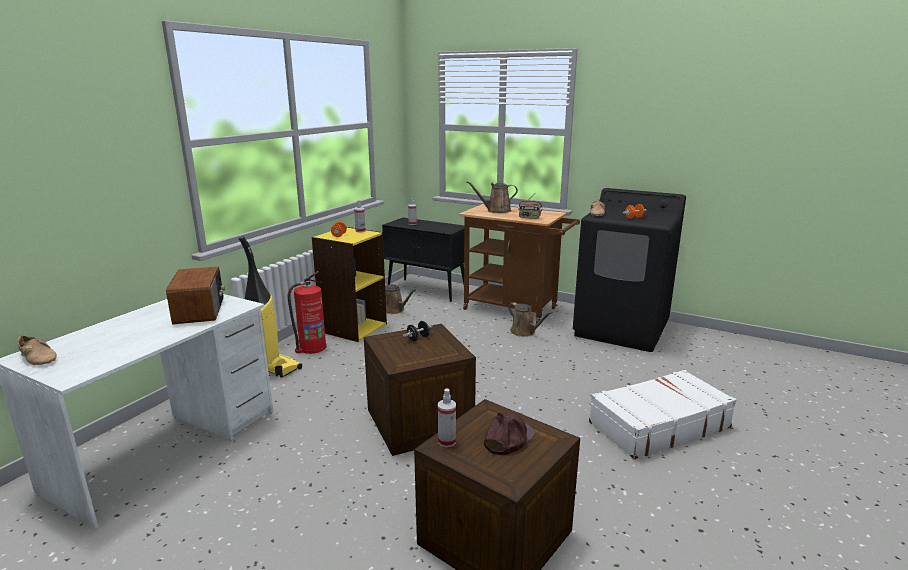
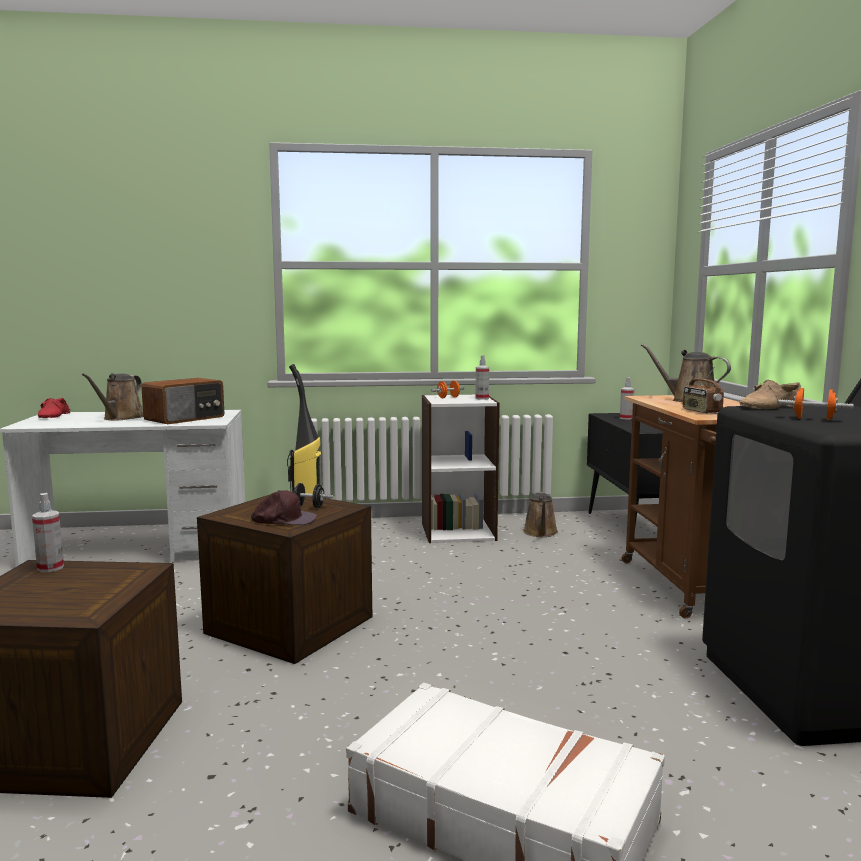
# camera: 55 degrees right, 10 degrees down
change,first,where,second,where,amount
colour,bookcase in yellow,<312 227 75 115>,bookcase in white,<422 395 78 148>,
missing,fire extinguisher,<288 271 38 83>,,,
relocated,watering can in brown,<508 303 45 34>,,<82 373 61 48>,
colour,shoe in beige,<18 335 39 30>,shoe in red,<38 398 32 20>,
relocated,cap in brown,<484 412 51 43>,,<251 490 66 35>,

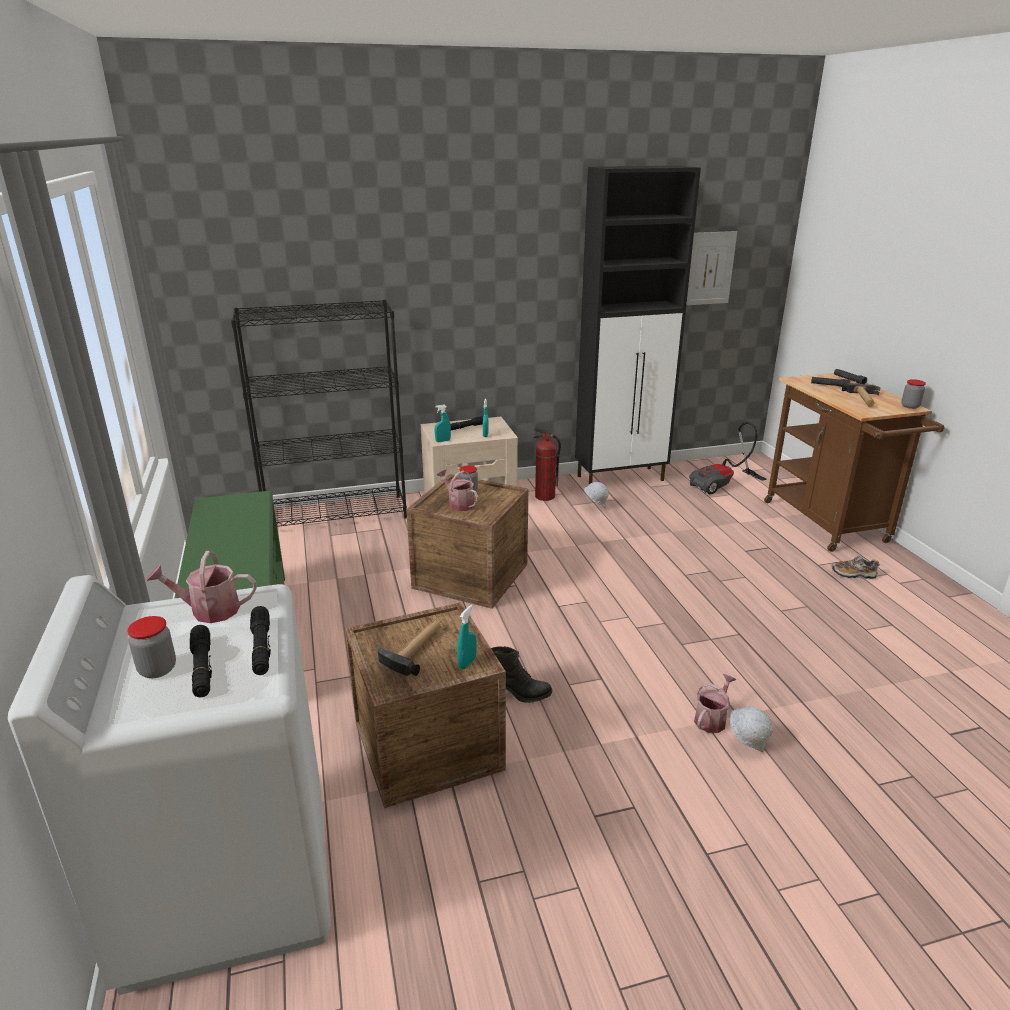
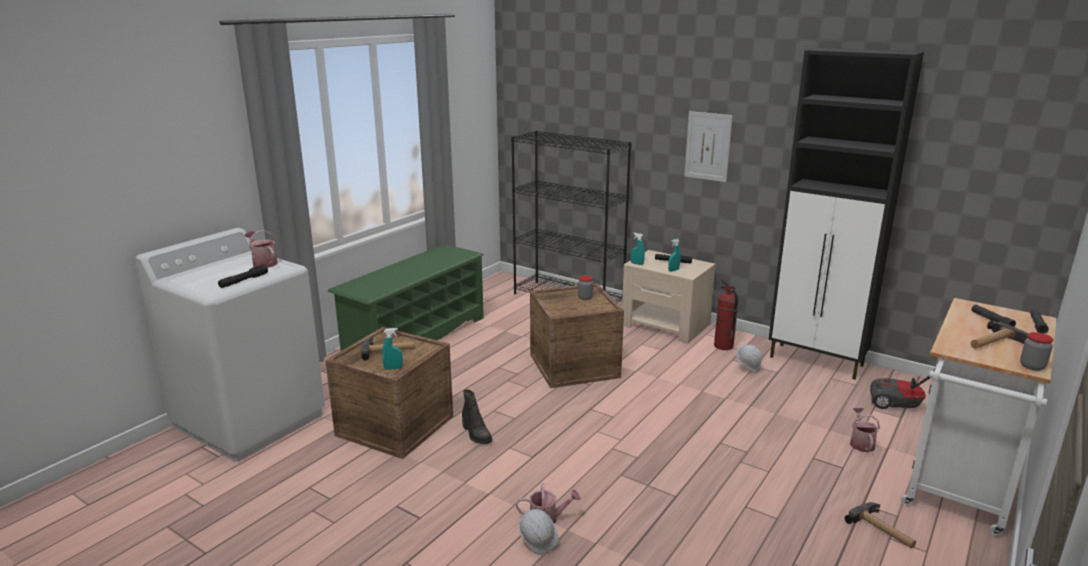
# camera: 50 degrees right, 5 degrees down
change,first,where,second,where,amount
relocated,picture,<686 231 51 74>,,<684 111 49 71>,
colour,cart in brown,<764 373 181 179>,cart in white,<901 298 156 238>,
relocated,watering can,<437 470 41 41>,,<850 408 30 44>,
exchanged,shoe,<831 556 49 23>,hammer,<845 502 71 46>,
missing,jar,<127 616 49 62>,,,
missing,flashlight in black,<190 625 22 73>,,,

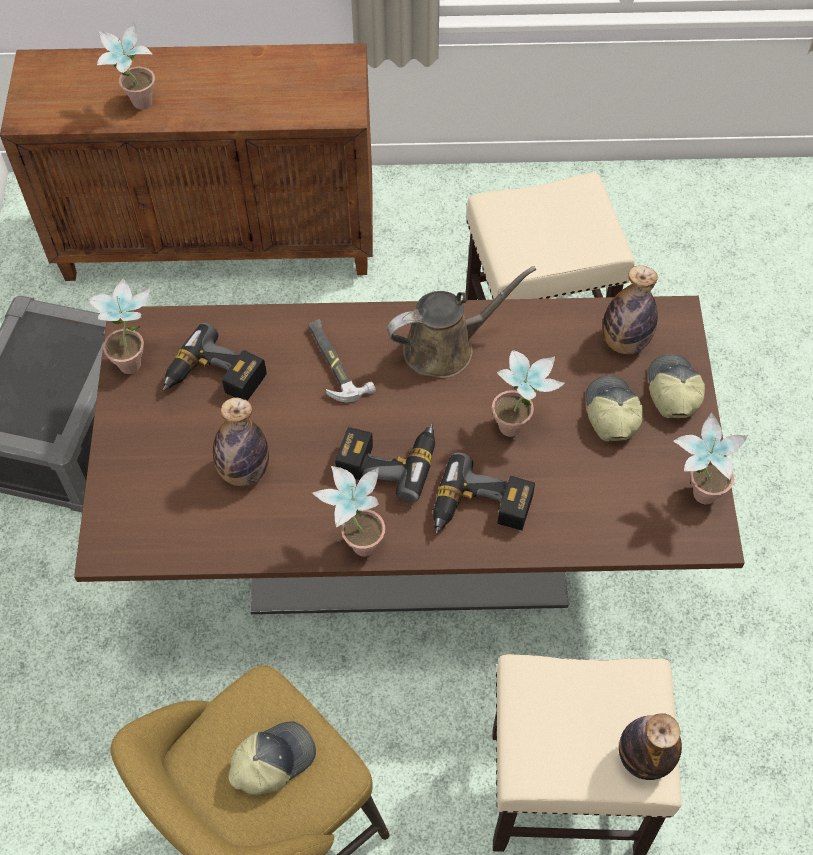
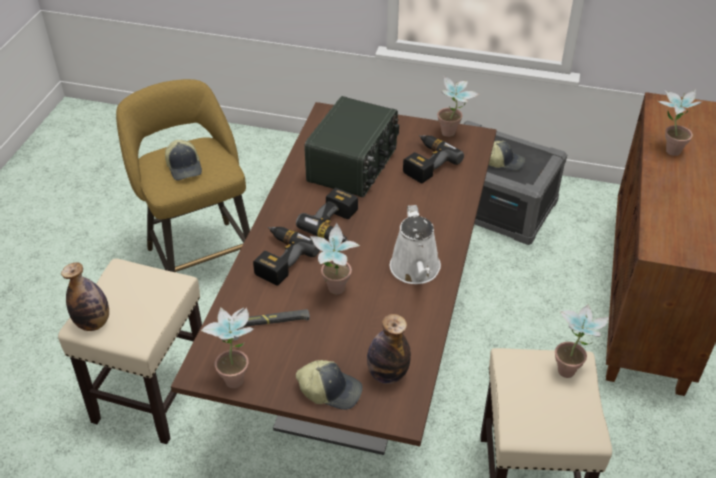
# camera: 105 degrees right, 15 degrees down
change,first,where,second,where,amount
colour,watering can in brown,<387 266 149 112>,watering can in white,<390 205 51 79>,
relocated,hammer,<309 320 67 82>,,<231 308 79 32>,
relocated,cap,<586 376 57 66>,,<489 141 36 30>,
exchanged,bottle,<213 398 56 88>,radio,<304 96 95 101>,
relocated,potted plant,<312 466 73 91>,,<555 303 54 75>,

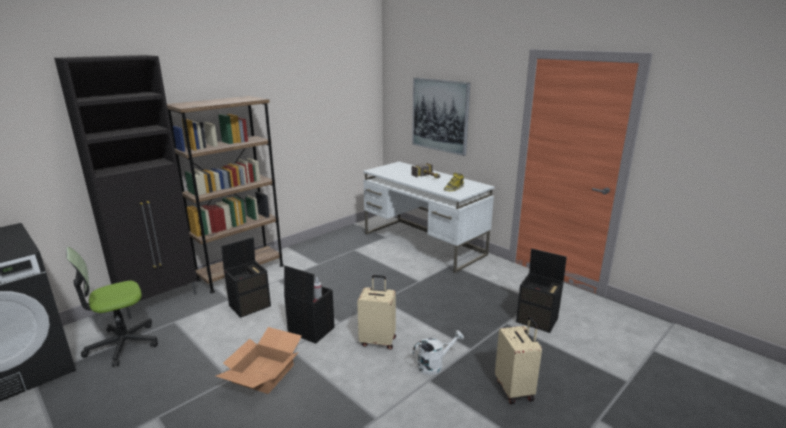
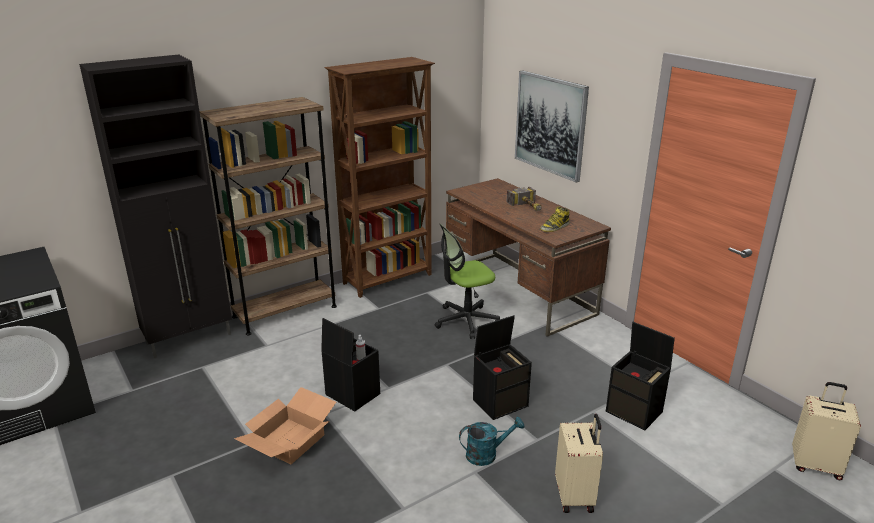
# camera: 10 degrees right, 5 degrees up
change,first,where,second,where,amount
colour,desk in white,<363 162 132 111>,desk in brown,<446 178 165 159>,
relocated,storage box in black,<221 237 50 81>,,<473 315 59 105>,
relocated,office chair,<66 247 92 120>,,<435 224 65 115>,
relocated,suitcase in beige,<357 275 39 75>,,<792 382 69 98>,
colour,watering can in white,<413 330 51 45>,watering can in turquoise,<459 417 65 49>,
appeared,,,bookcase in brown,<325 57 110 241>,

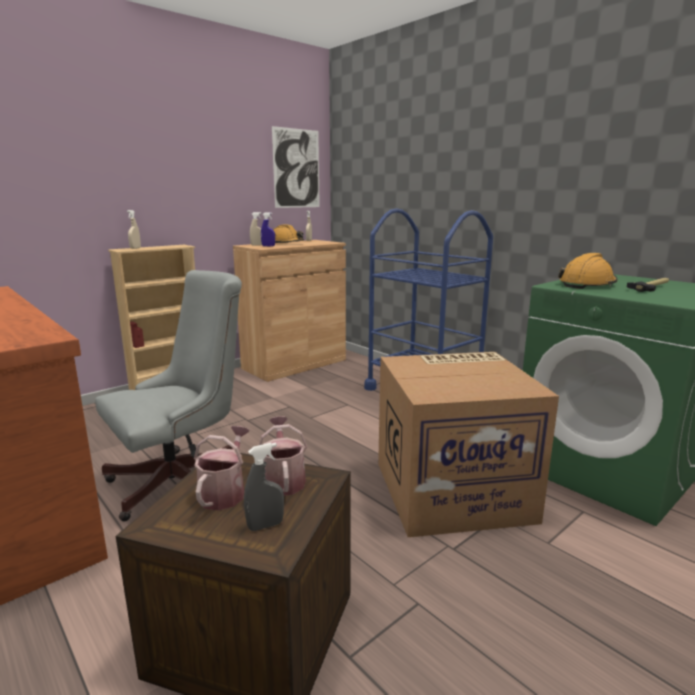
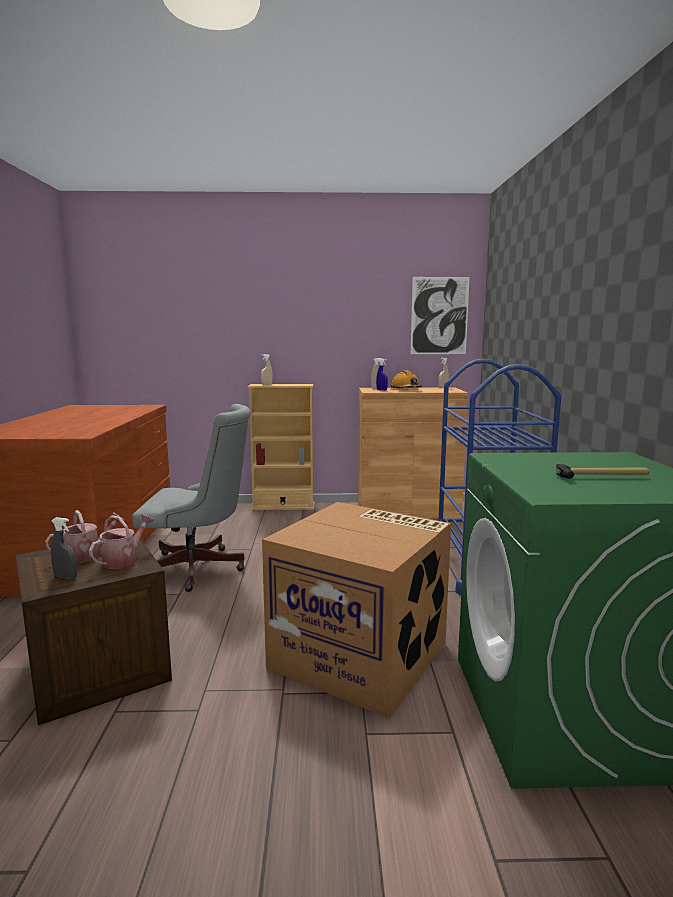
# camera: 40 degrees right, 5 degrees down
change,first,where,second,where,amount
missing,hard hat in orange,<558 253 59 36>,,,

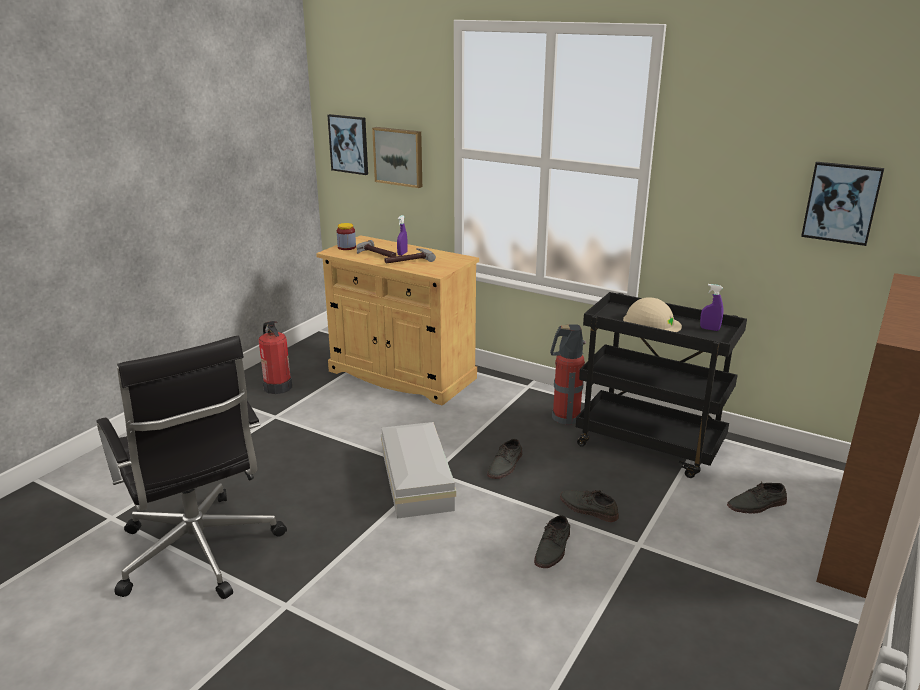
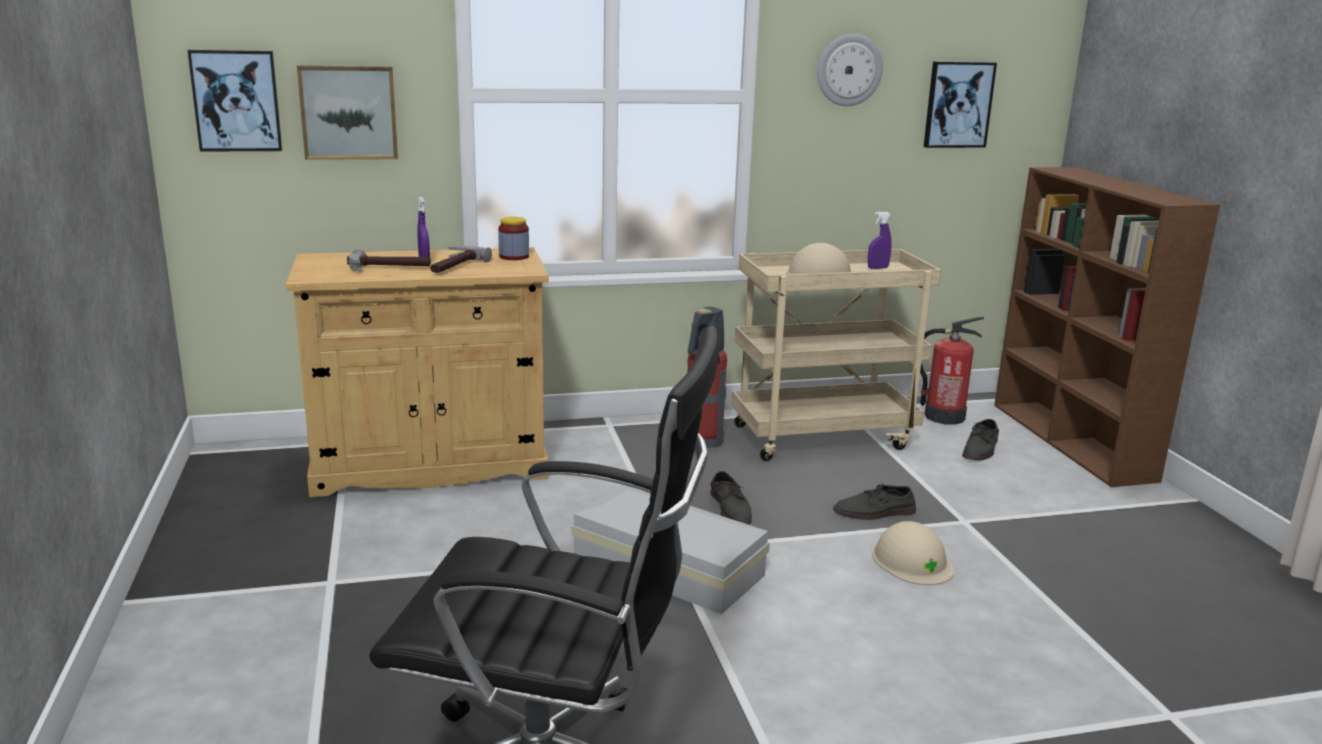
# camera: 45 degrees left, 5 degrees down
change,first,where,second,where,amount
relocated,jar,<337 223 19 27>,,<498 217 31 43>,
colour,cart in black,<576 292 171 186>,cart in beige,<731 249 210 212>,
relocated,fire extinguisher,<259 321 33 73>,,<920 317 64 108>,
exchanged,shoe in grey,<534 515 36 53>,hard hat in beige,<872 521 82 64>,
appeared,,,wall clock,<817 34 66 72>,

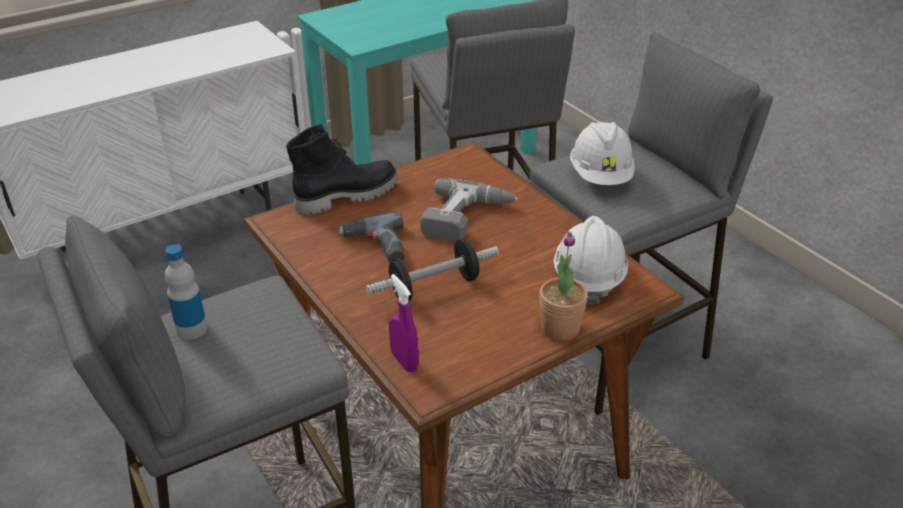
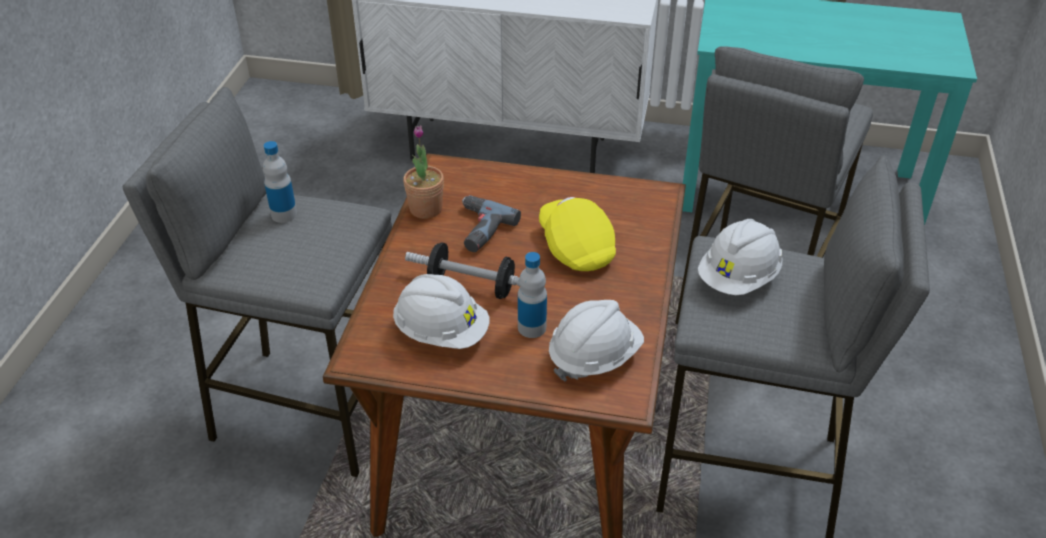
# camera: 45 degrees right, 5 degrees up
change,first,where,second,where,amount
missing,boot in black,<286 124 113 92>,,,
exchanged,power drill,<420 178 98 63>,cap in yellow,<539 197 77 74>,
relocated,potted plant,<539 232 49 109>,,<403 125 41 94>,
missing,spray bottle in purple,<389 274 30 98>,,,
appeared,,,bottle,<518 252 29 86>,
appeared,,,hard hat in white,<393 274 97 75>,

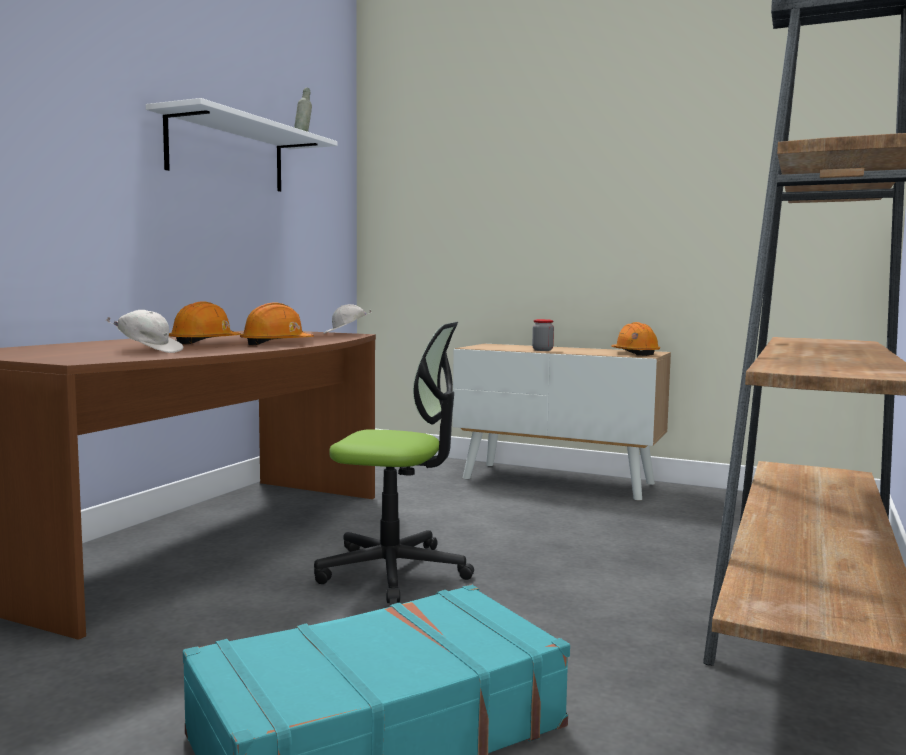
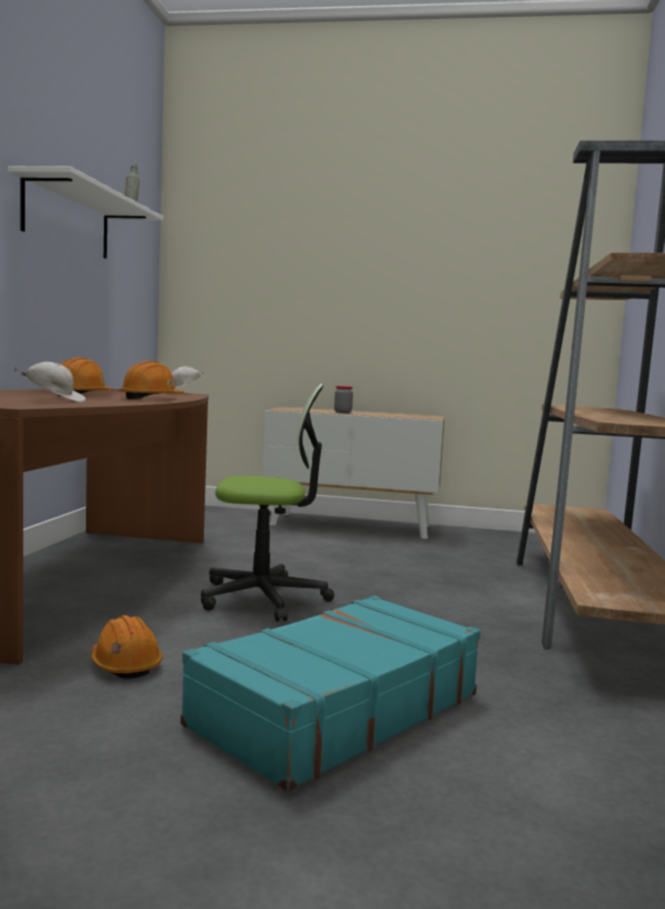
# camera: 15 degrees left, 0 degrees up
change,first,where,second,where,amount
relocated,hard hat in orange,<611 322 49 34>,,<91 615 72 64>,

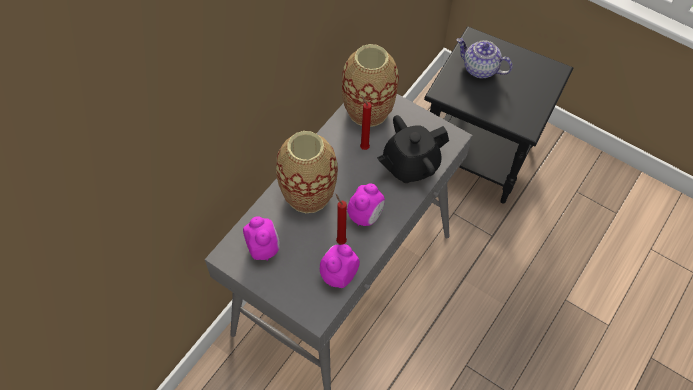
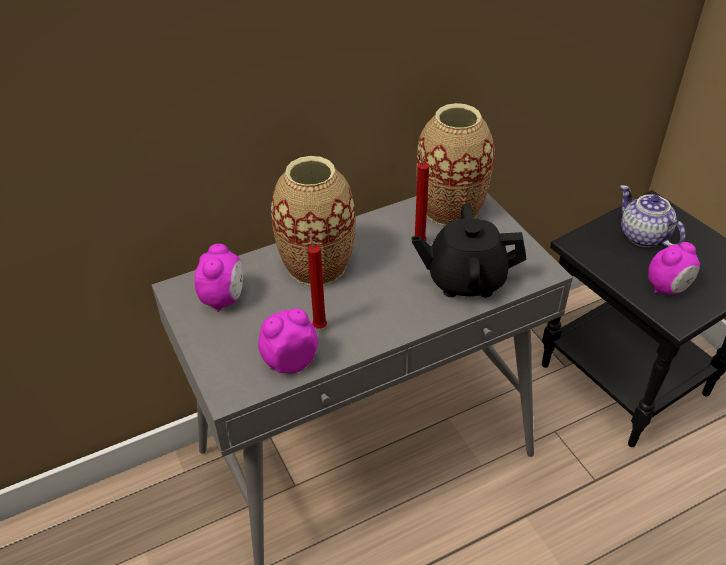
# camera: 30 degrees right, 15 degrees down
change,first,where,second,where,amount
relocated,alarm clock,<347 183 38 43>,,<648 242 52 52>,

